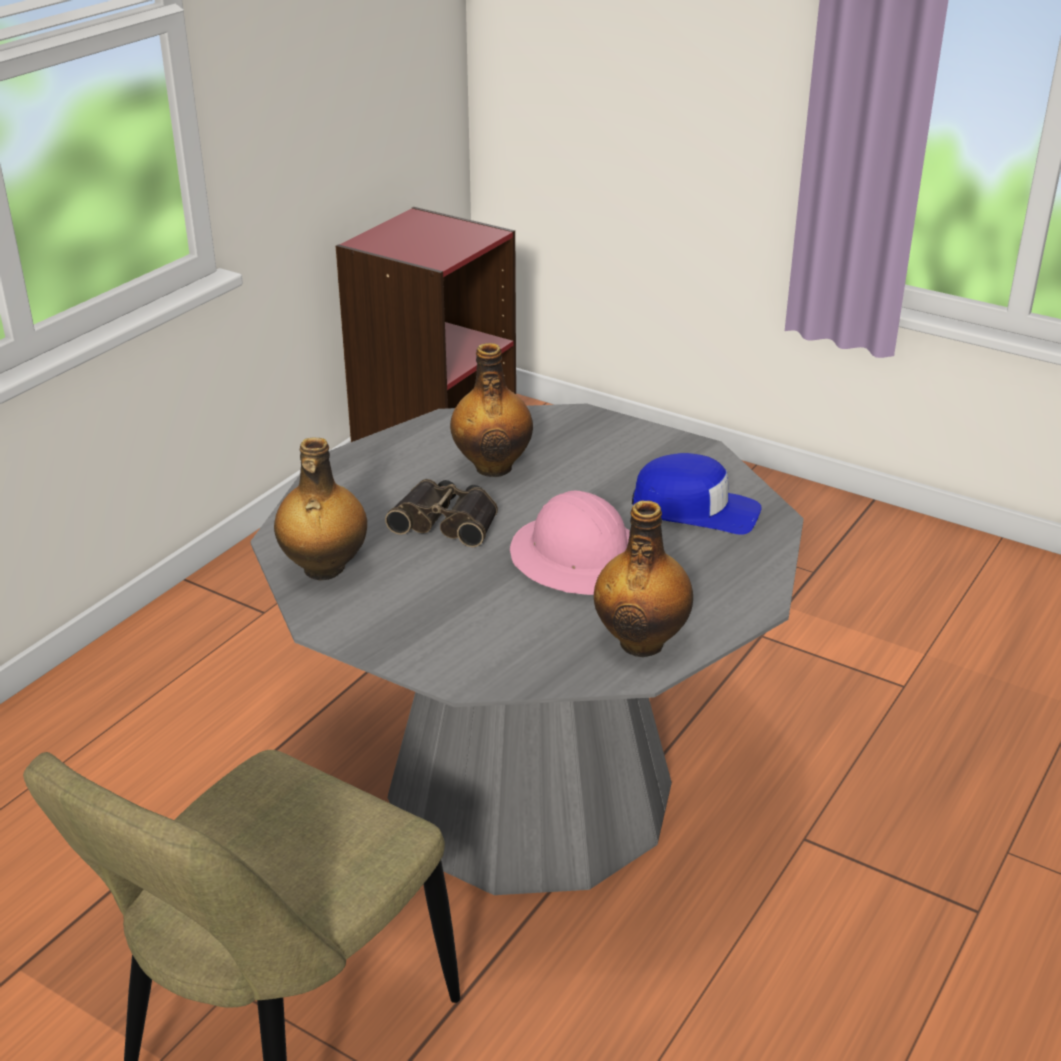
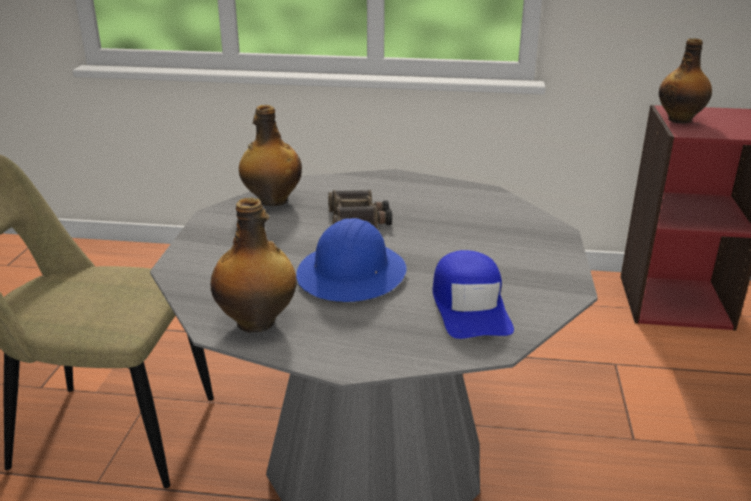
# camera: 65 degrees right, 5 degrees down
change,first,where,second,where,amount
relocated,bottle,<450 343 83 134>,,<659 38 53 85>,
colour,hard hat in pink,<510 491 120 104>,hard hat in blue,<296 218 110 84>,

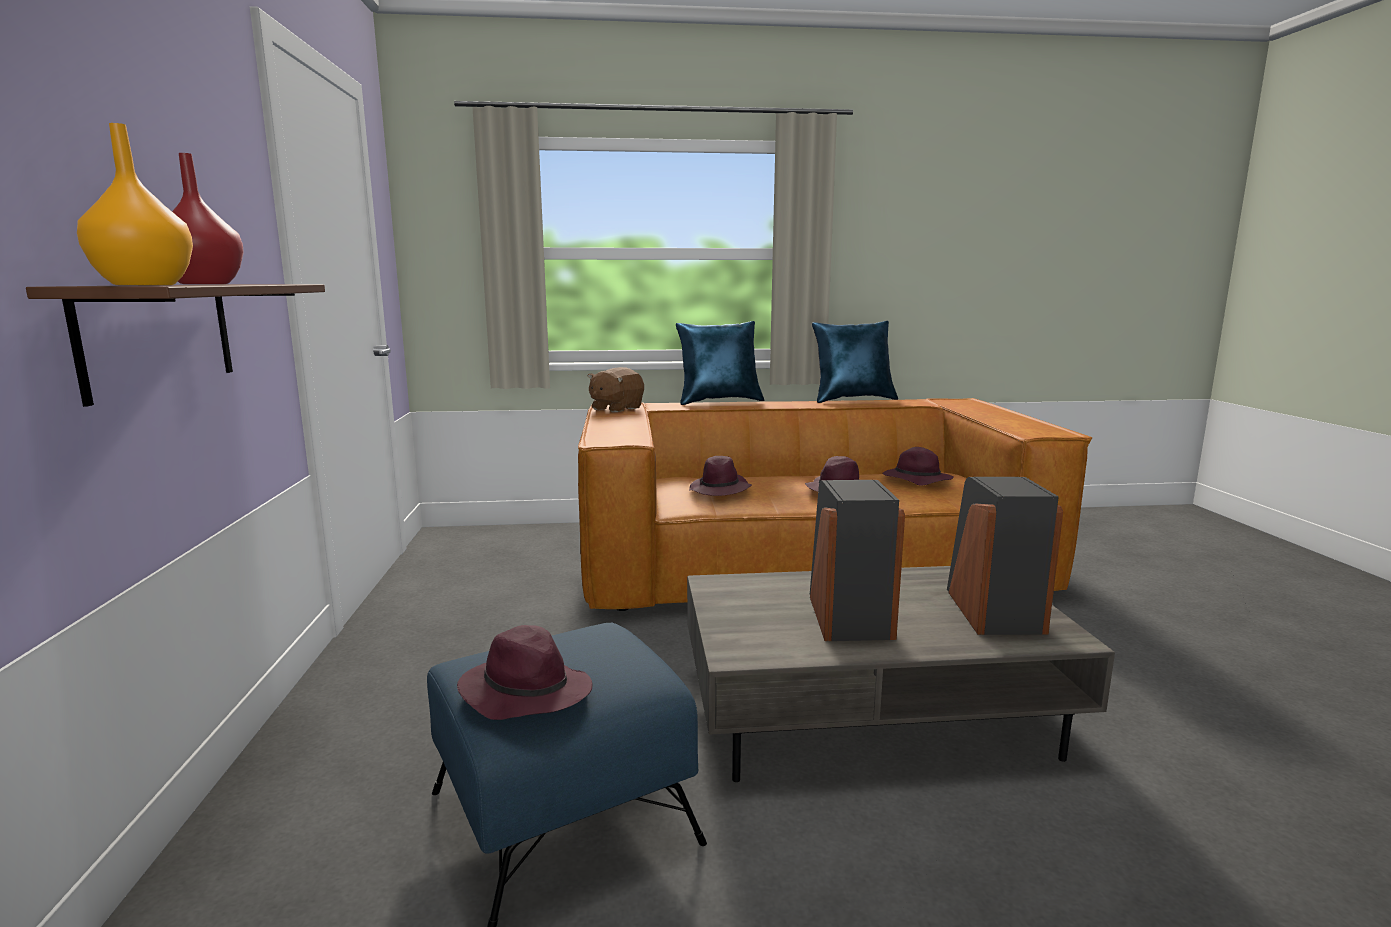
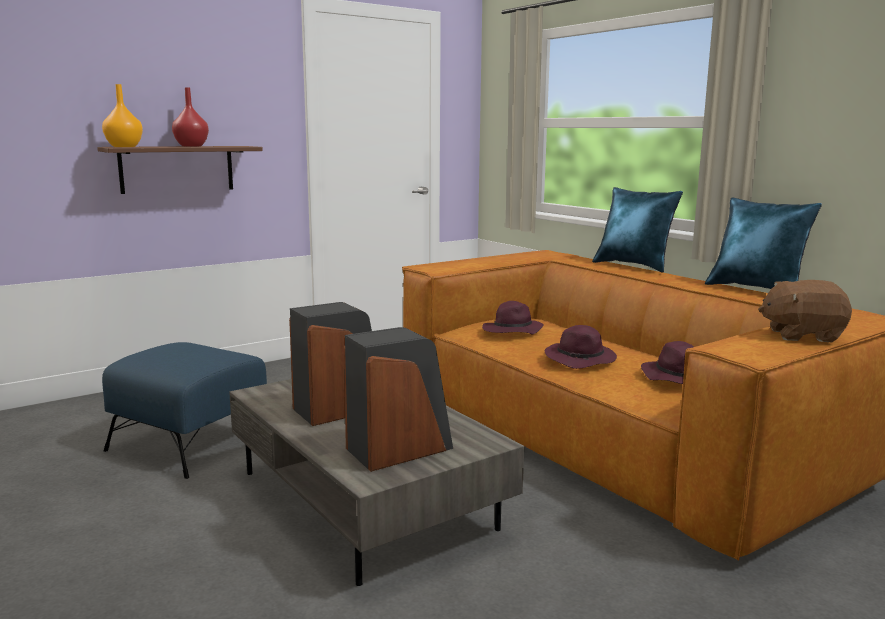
# camera: 60 degrees right, 0 degrees up
change,first,where,second,where,amount
relocated,plush toy in brown,<588 367 56 45>,,<758 280 94 62>,
missing,hat in purple,<457 625 136 95>,,,

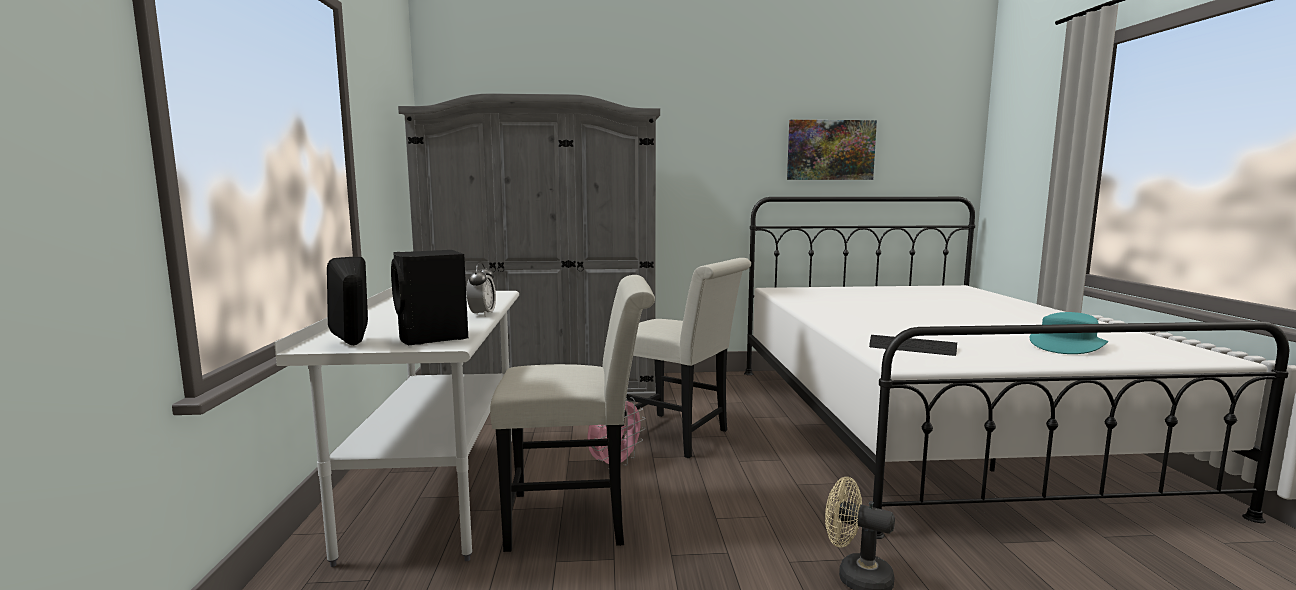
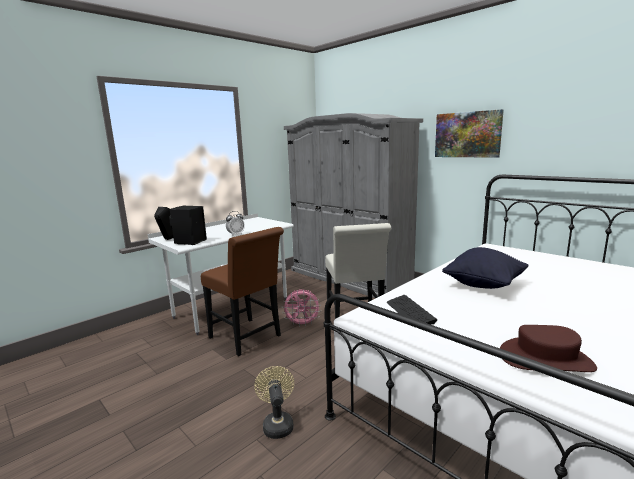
# camera: 50 degrees right, 5 degrees up
change,first,where,second,where,amount
relocated,picture,<787 120 90 60>,,<435 109 69 49>,
colour,chair in white,<490 275 165 277>,chair in brown,<201 227 83 129>,
colour,hat in turquoise,<1030 312 78 42>,hat in brown,<500 325 97 47>,
appeared,,,pillow in black,<442 247 87 42>,

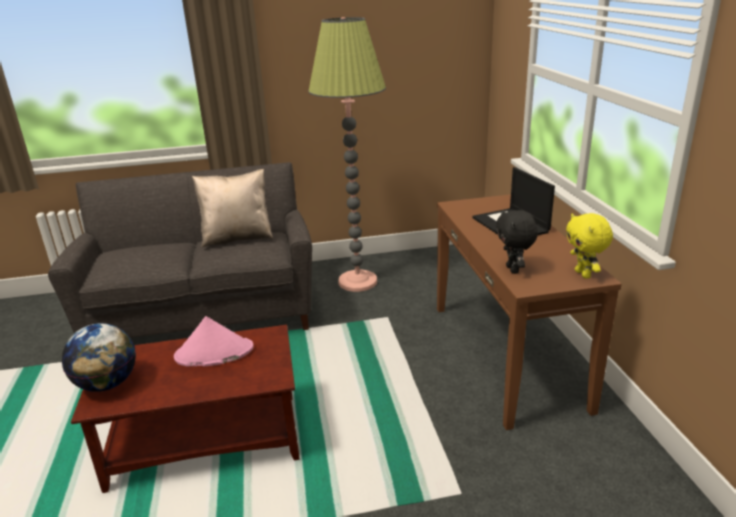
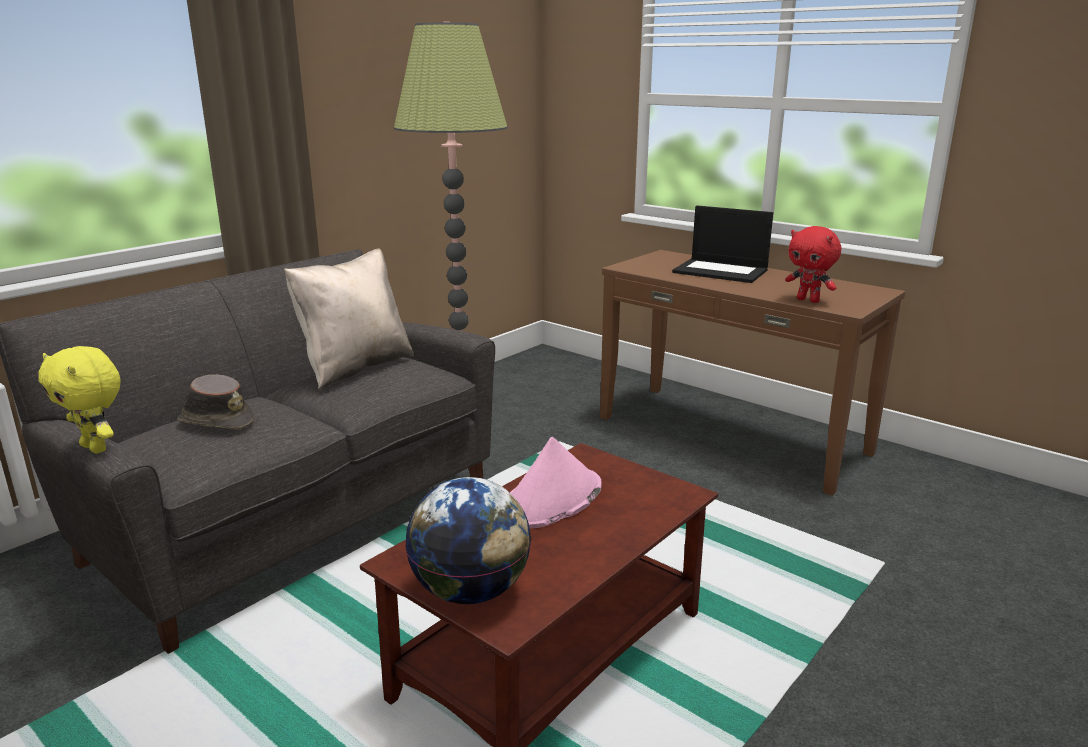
# camera: 40 degrees left, 5 degrees down
change,first,where,second,where,amount
colour,plush toy in black,<496 210 42 64>,plush toy in red,<785 226 56 77>,
relocated,plush toy in yellow,<566 213 47 66>,,<38 346 82 107>,
appeared,,,hat in brown,<177 374 78 56>,

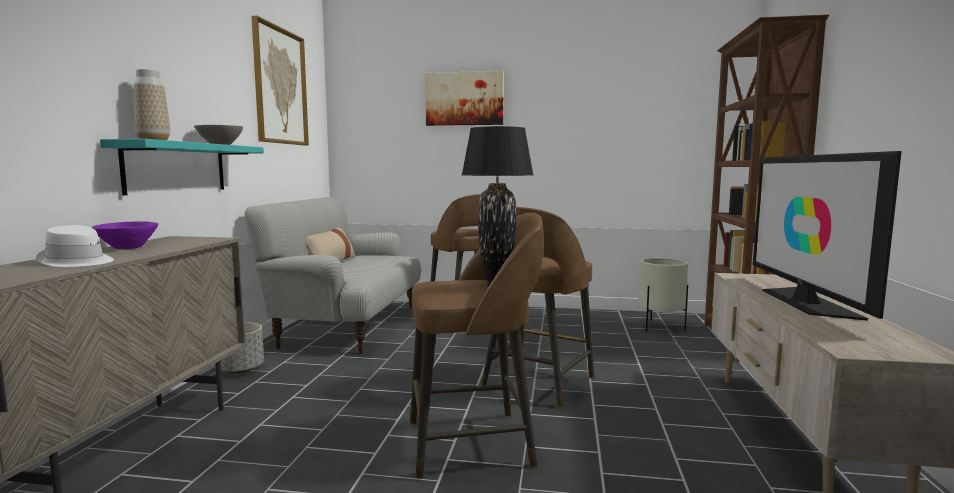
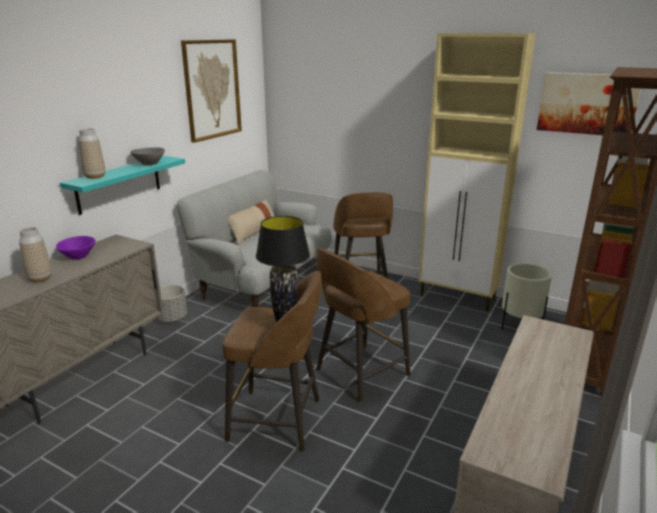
# camera: 20 degrees right, 15 degrees up
change,first,where,second,where,amount
relocated,picture,<425 71 79 55>,,<537 72 104 63>,
missing,television,<753 151 149 170>,,,
exchanged,hat in white,<36 225 78 42>,vase,<19 227 33 55>,
appeared,,,cabinet in beige,<419 33 117 278>,

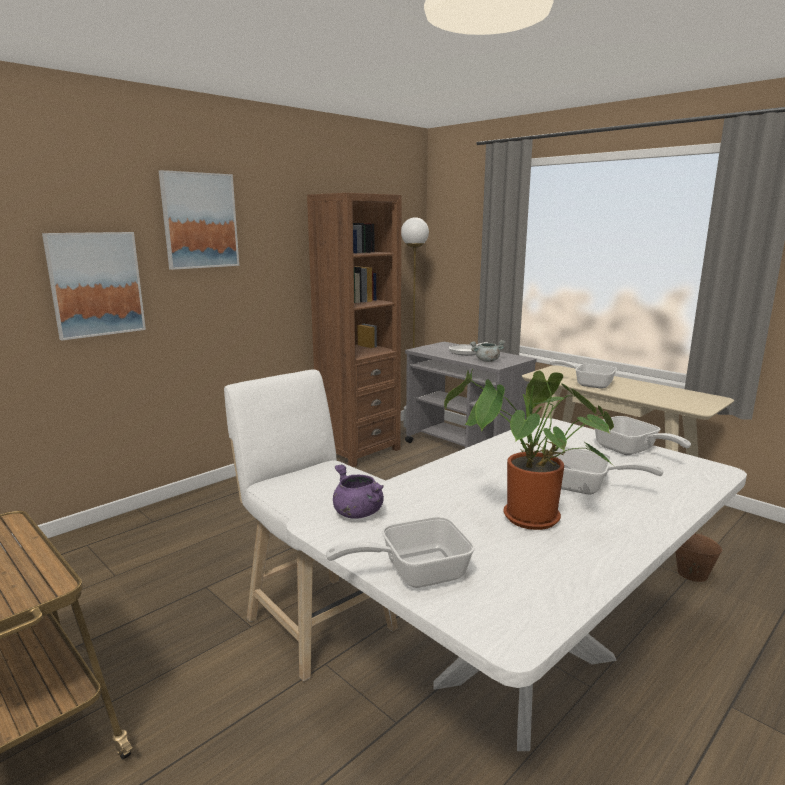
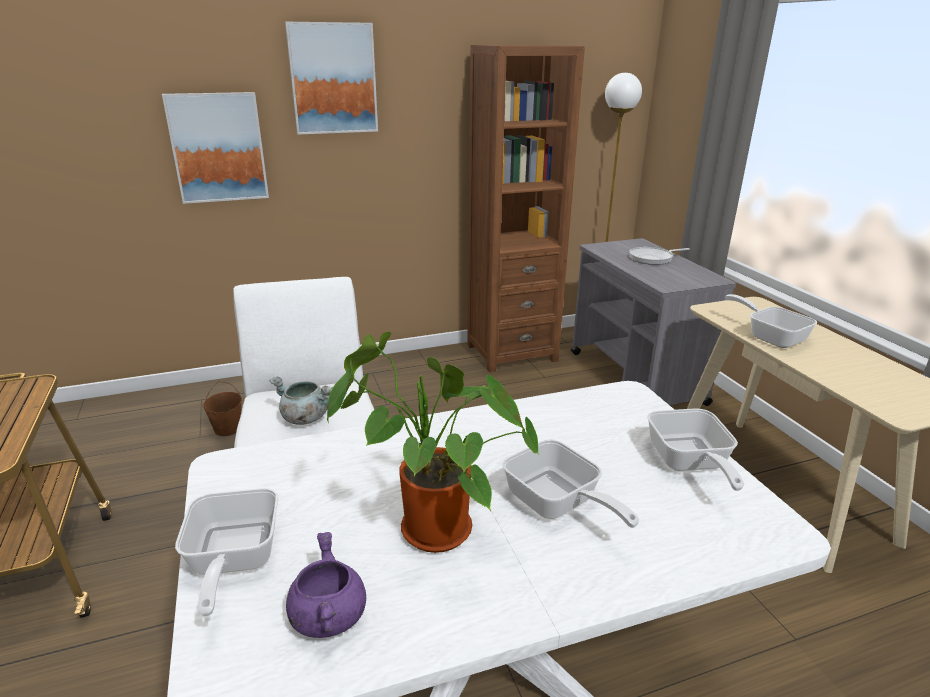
# camera: 25 degrees right, 10 degrees up
change,first,where,second,where,amount
relocated,cooking pot in grey,<470 340 35 22>,,<270 377 63 48>,
relocated,cooking pot in purple,<333 464 51 55>,,<286 532 80 106>,
spun,frying pan,<326 516 149 72>,,<175 488 103 128>,105 degrees counterclockwise
relocated,bucket in brown,<675 527 47 55>,,<203 382 39 54>,

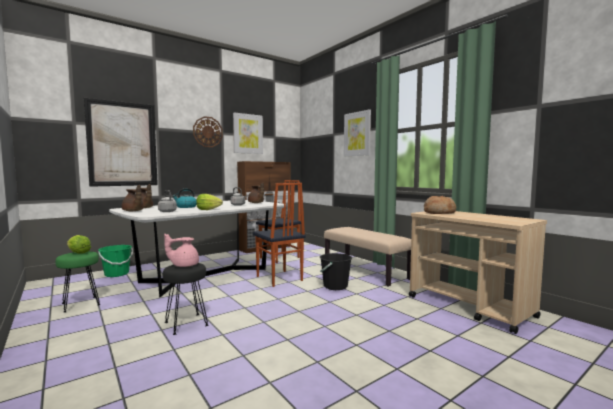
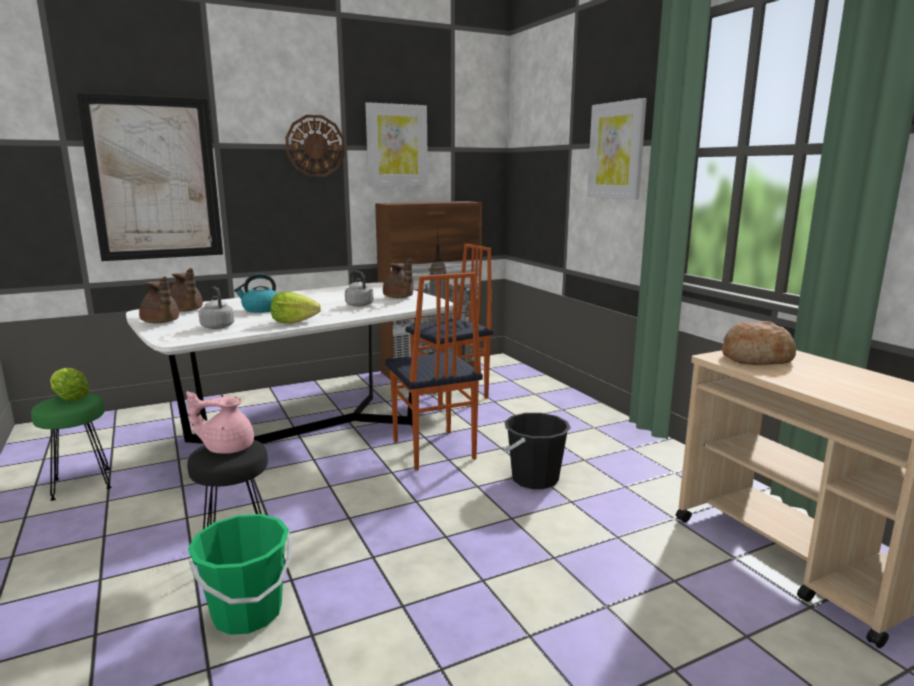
# camera: 10 degrees right, 10 degrees up
change,first,where,second,where,amount
missing,bench in beige,<324 227 87 60>,,,
relocated,bucket in green,<98 245 35 32>,,<188 514 104 121>,

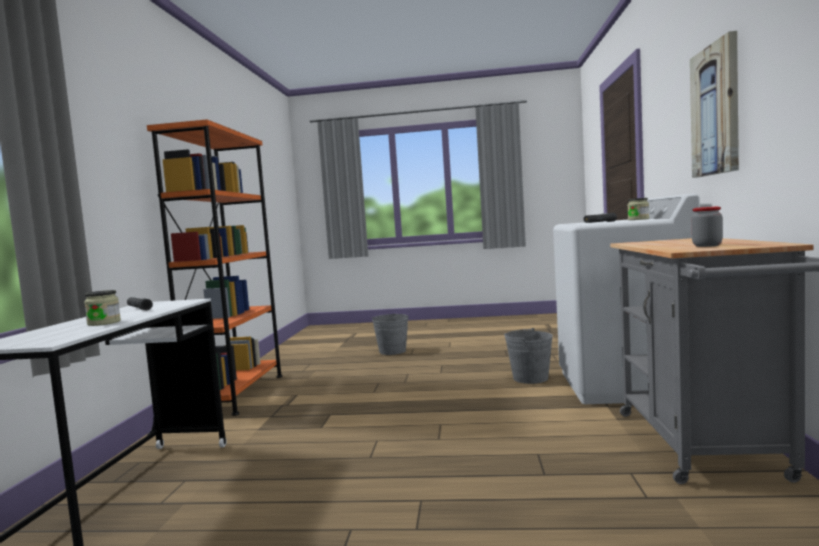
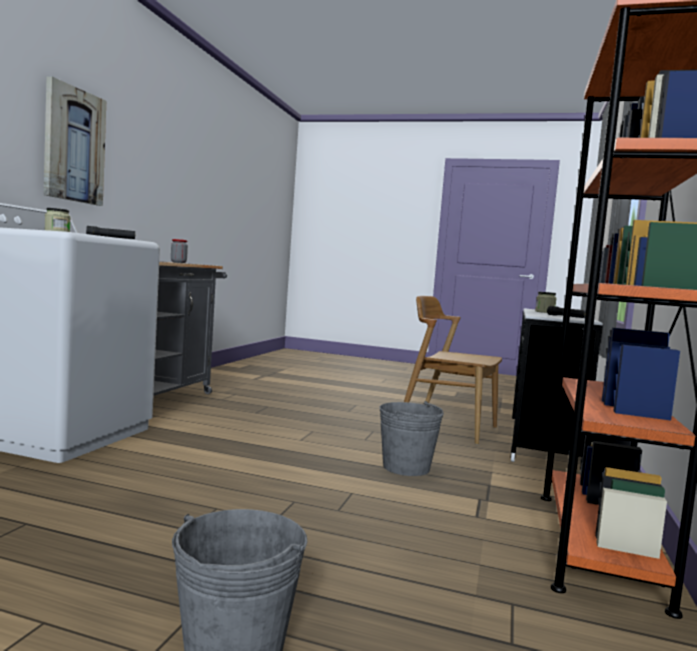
# camera: 170 degrees left, 0 degrees up
change,first,where,second,where,amount
relocated,bucket in grey,<504 328 49 56>,,<379 401 65 75>,
appeared,,,chair in brown,<404 296 98 149>,

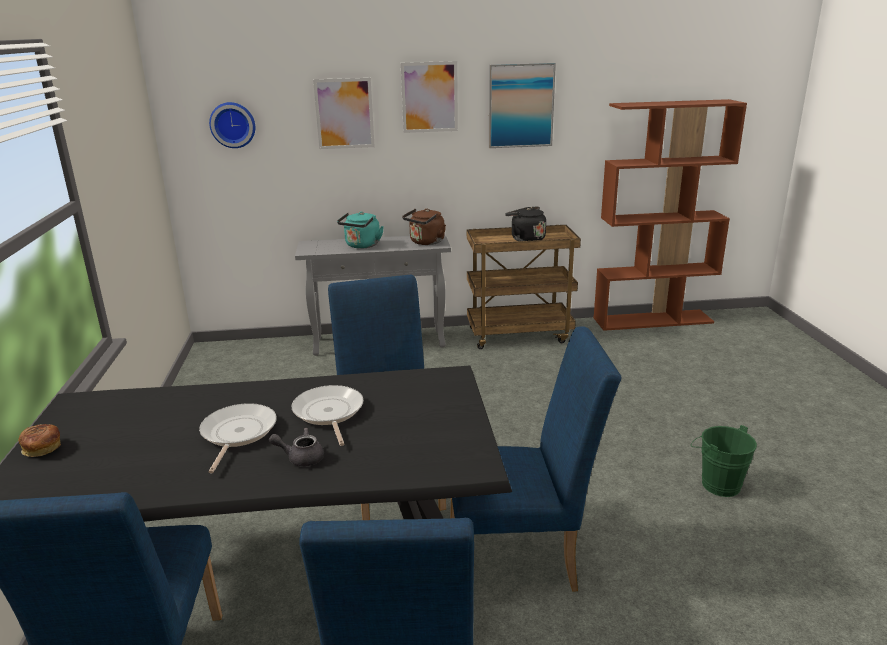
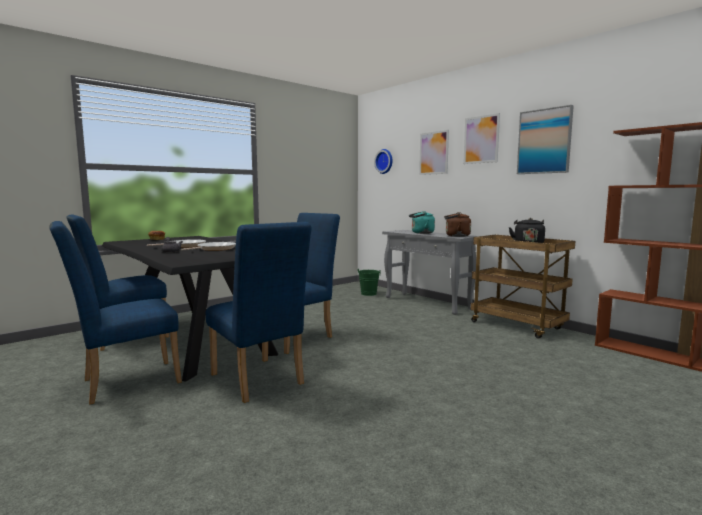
# camera: 55 degrees right, 15 degrees down
change,first,where,second,where,amount
relocated,bucket in green,<691 425 66 72>,,<358 269 23 27>,

